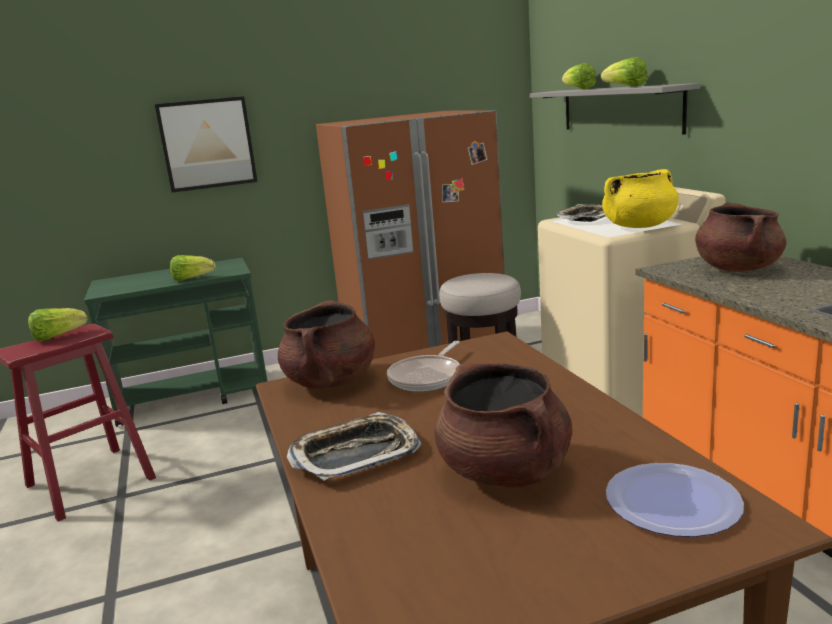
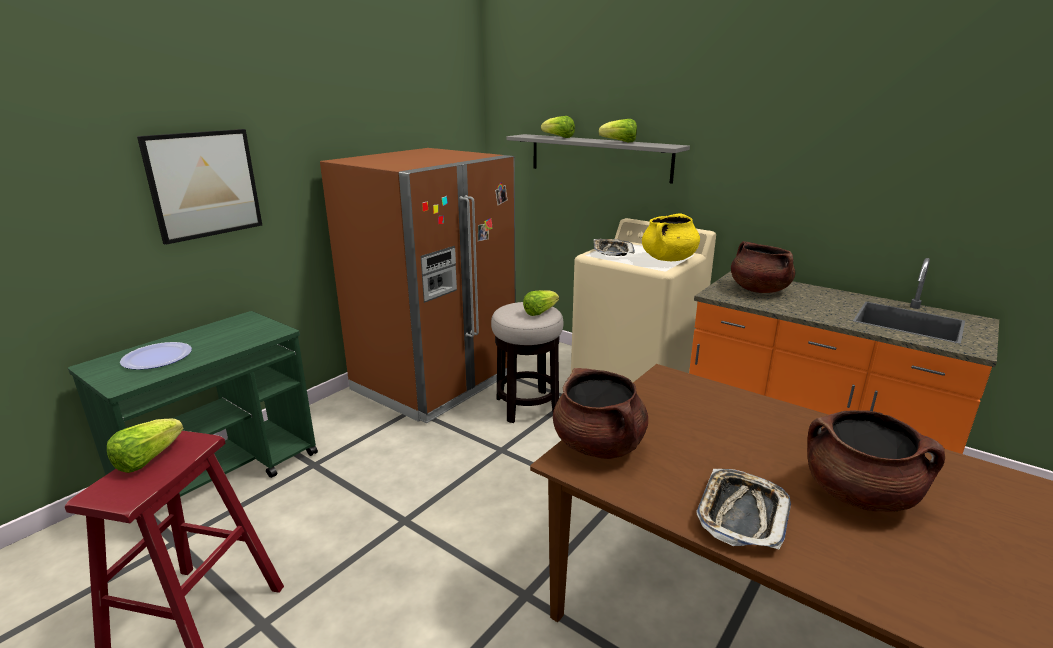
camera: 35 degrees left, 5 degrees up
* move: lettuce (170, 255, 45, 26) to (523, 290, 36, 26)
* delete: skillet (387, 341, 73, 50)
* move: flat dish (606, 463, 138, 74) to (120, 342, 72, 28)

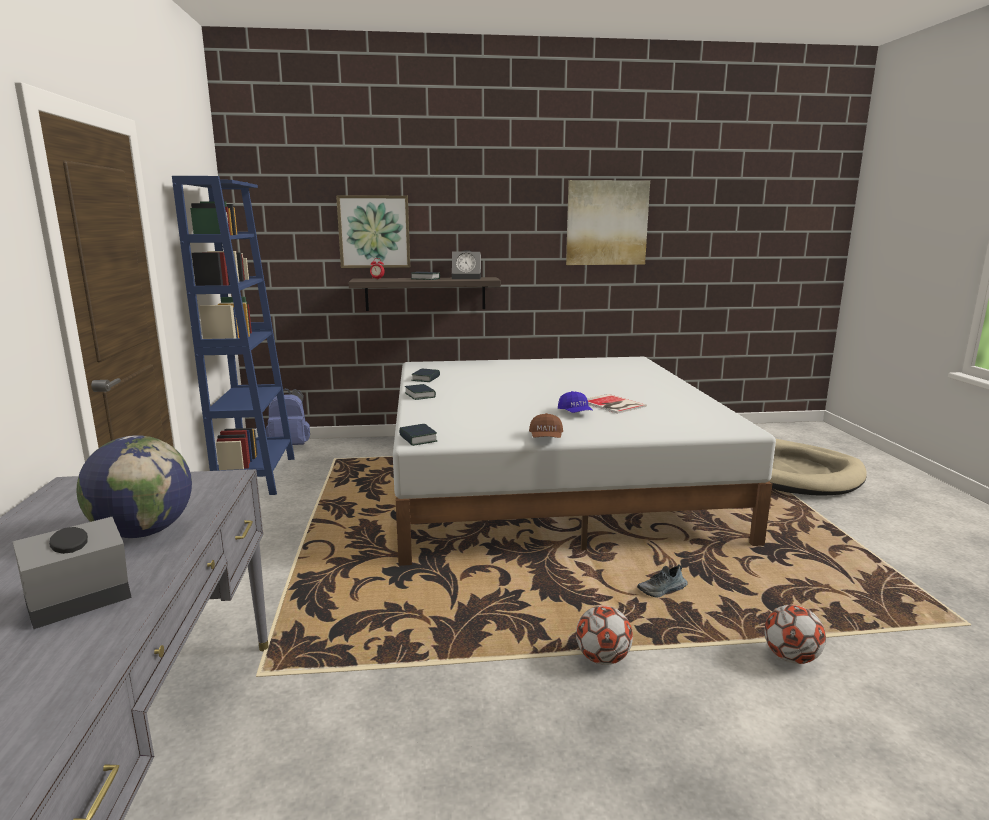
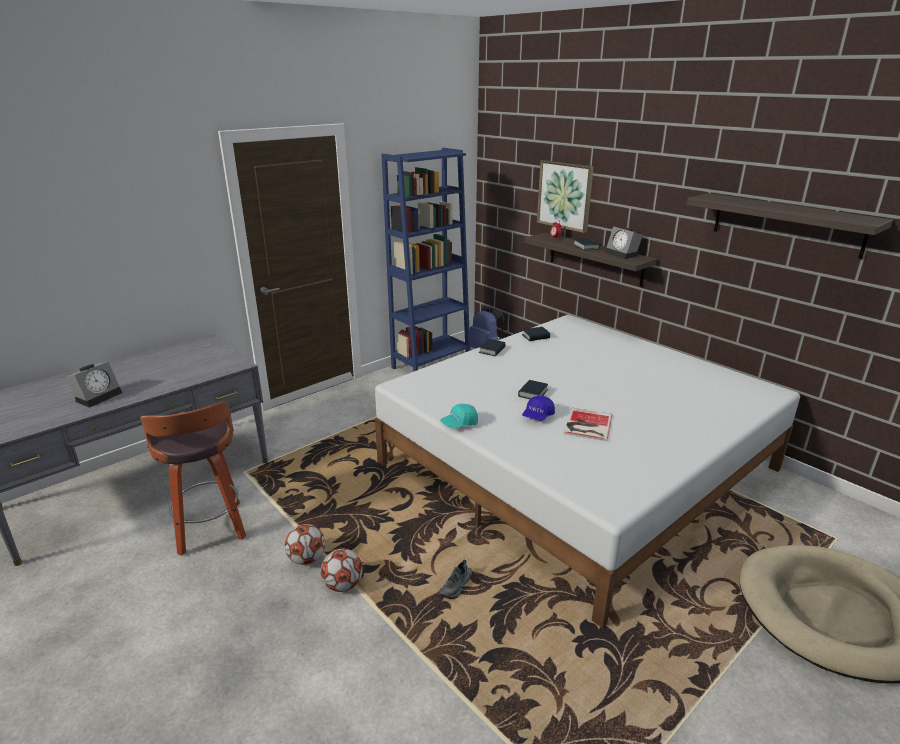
camera: 55 degrees right, 10 degrees up
* replace: wall picture (566, 180, 84, 85) to wall shelf (687, 193, 206, 66)
* recolor: peaked cap (brown-coloured) (529, 413, 34, 25) to peaked cap (turquoise) (440, 404, 38, 24)
* move: book (399, 424, 38, 22) to (518, 380, 30, 19)
* delete: world globe (76, 435, 116, 103)
* rotate: table clock (12, 517, 120, 112) = (66, 362, 56, 46) 105 degrees clockwise
* rotate: shoe (637, 564, 50, 34) = (439, 559, 33, 40) 90 degrees counterclockwise
* move: football ball (764, 605, 62, 59) to (285, 524, 40, 41)
* insert: sitting stool (140, 401, 106, 155)

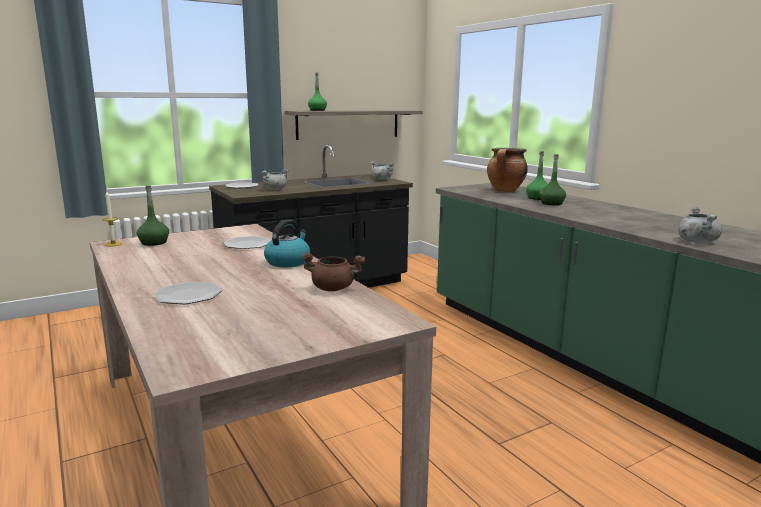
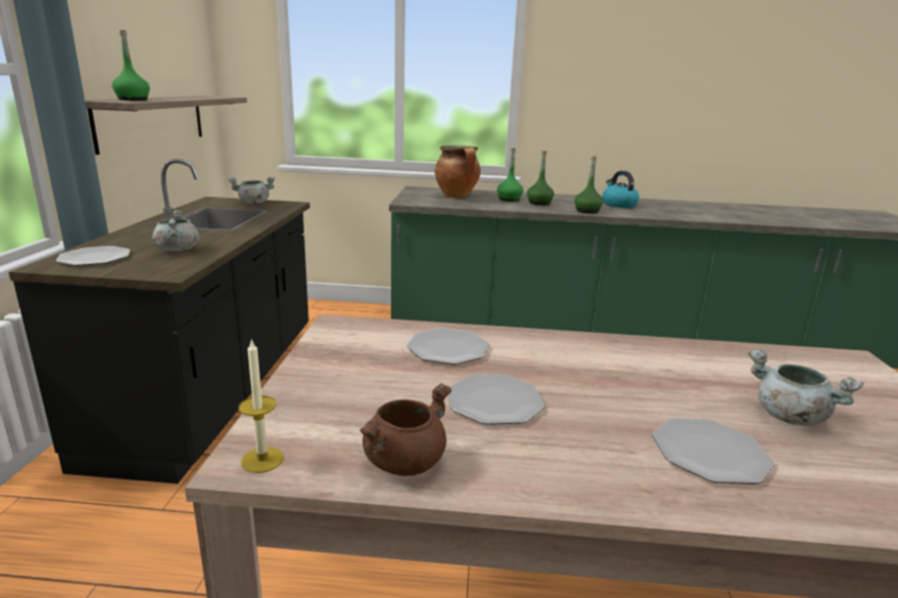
camera: 55 degrees left, 5 degrees up
* move: bottle (greenish) (137, 186, 32, 60) to (574, 156, 29, 57)
* move: stockpot (gray) (678, 207, 44, 36) to (748, 350, 116, 75)
* move: water kettle (264, 219, 46, 49) to (602, 171, 37, 37)
* move: stockpot (brown-coloured) (301, 252, 64, 39) to (360, 383, 92, 93)
* insert: flat dish (448, 374, 97, 51)

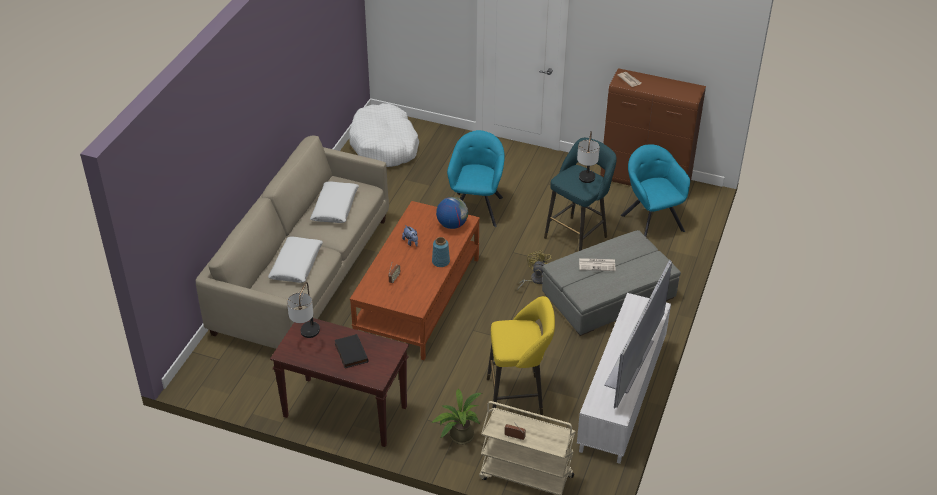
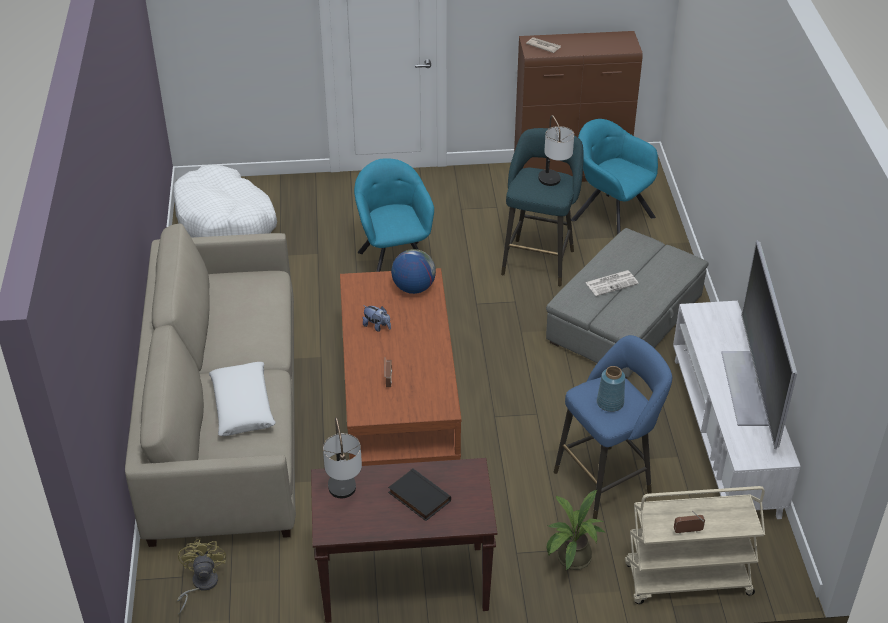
camera: 25 degrees left, 0 degrees up
* delete: throw pillow (white) (310, 181, 49, 42)
* move: decorative vase (blue) (432, 237, 18, 30) to (597, 366, 28, 46)
* move: cooling fan (yellow) (517, 250, 36, 41) to (177, 539, 49, 76)
* recolor: sitting stool (yellow) (487, 296, 68, 119) to sitting stool (blue) (554, 335, 118, 184)

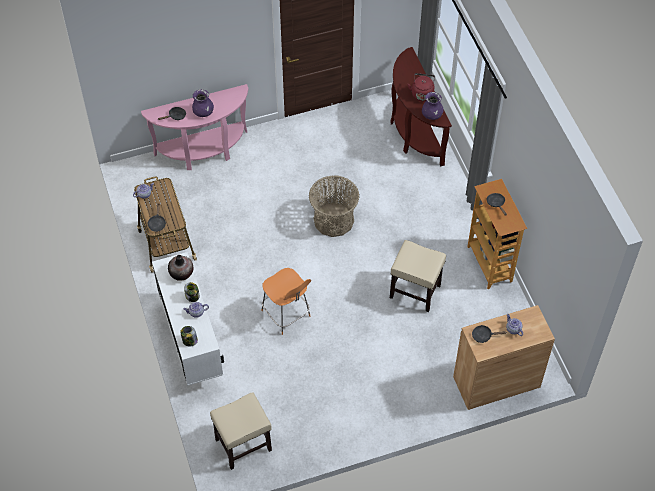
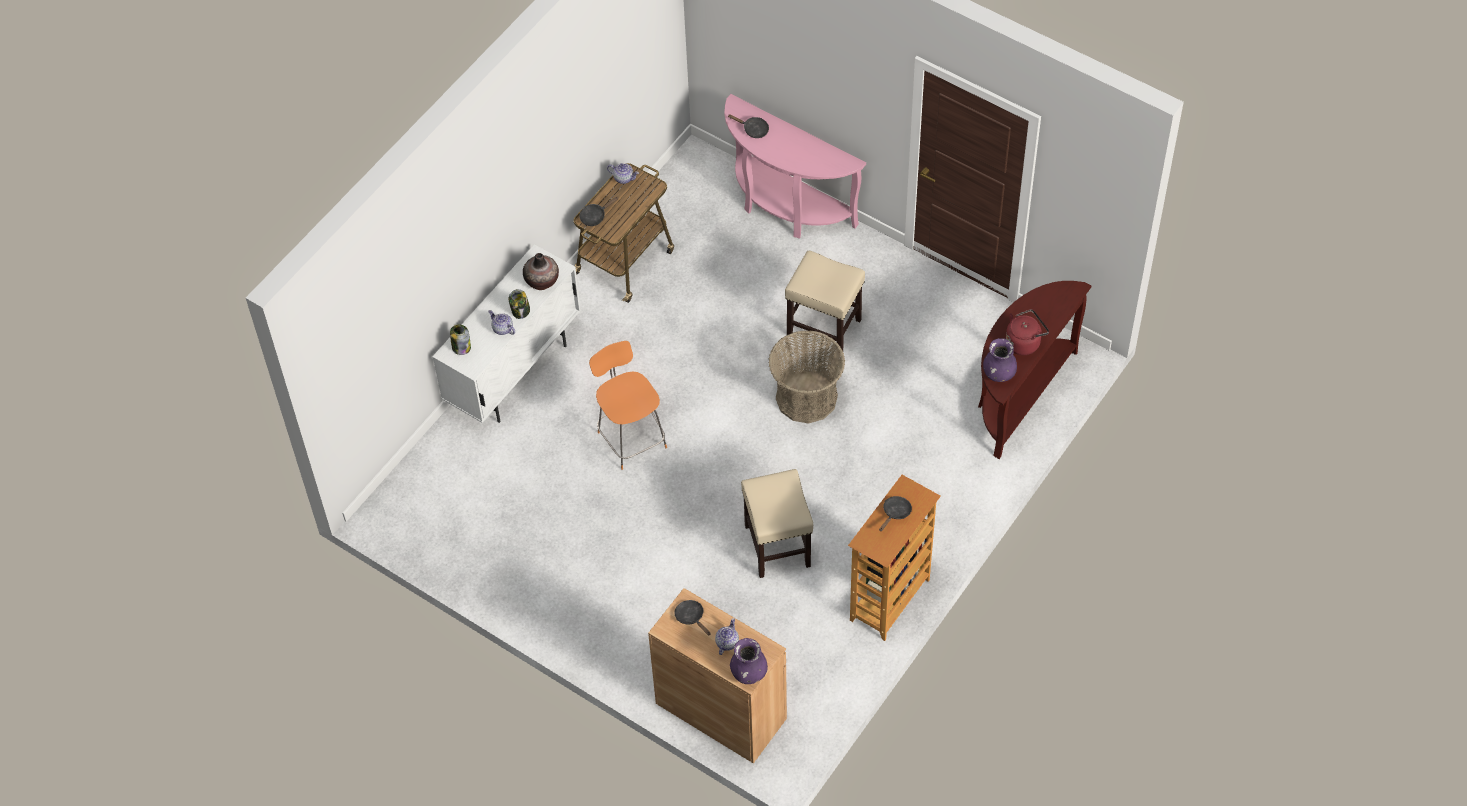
camera: 55 degrees right, 0 degrees up
* move: decorative vase (purple-coloured) (192, 89, 22, 28) to (730, 638, 38, 46)
* rotate: upright chair (orange-coloured) (261, 268, 50, 67) = (589, 341, 78, 129) 135 degrees clockwise
* move: sitting stool (beige-coloured) (210, 392, 62, 78) to (785, 251, 80, 100)

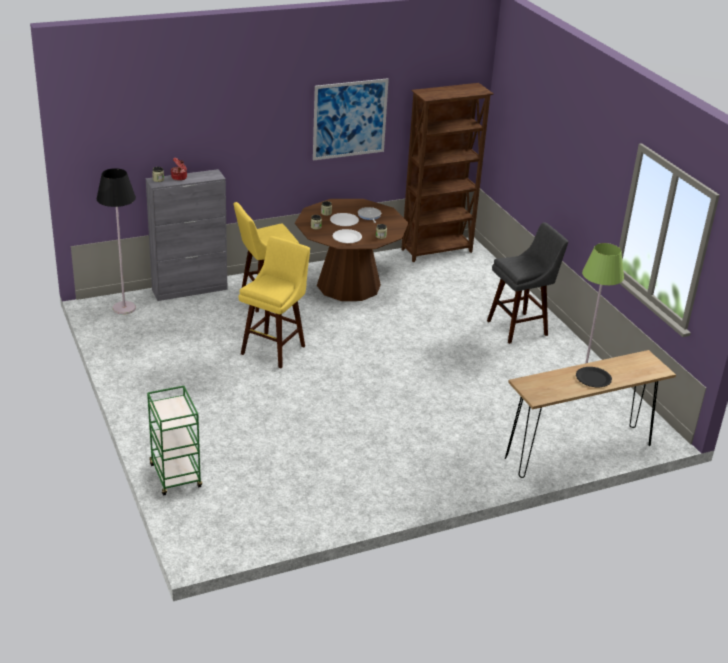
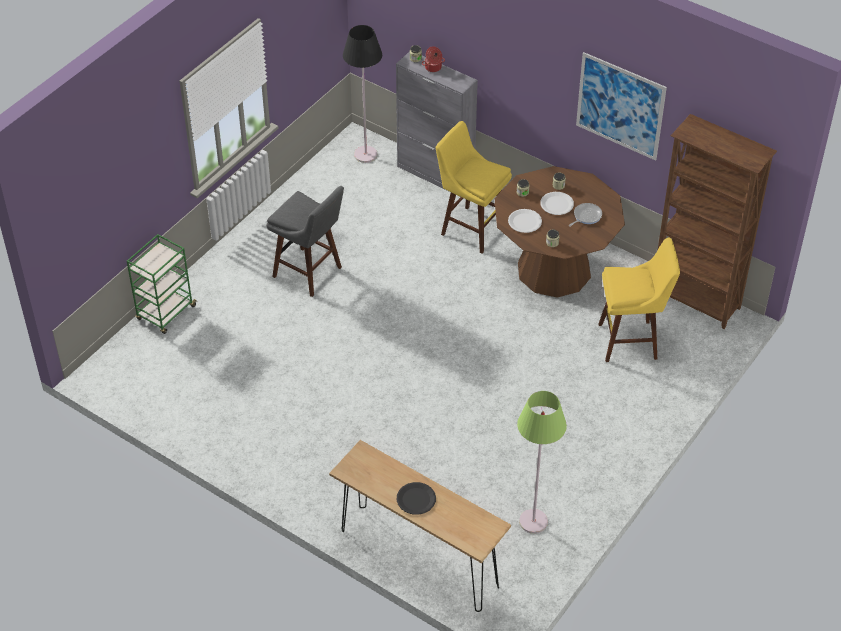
camera: 60 degrees right, 15 degrees up
* move: sitting stool (gray) (487, 222, 81, 122) to (266, 186, 78, 111)
* move: sitting stool (yellow) (238, 236, 72, 132) to (598, 238, 82, 124)

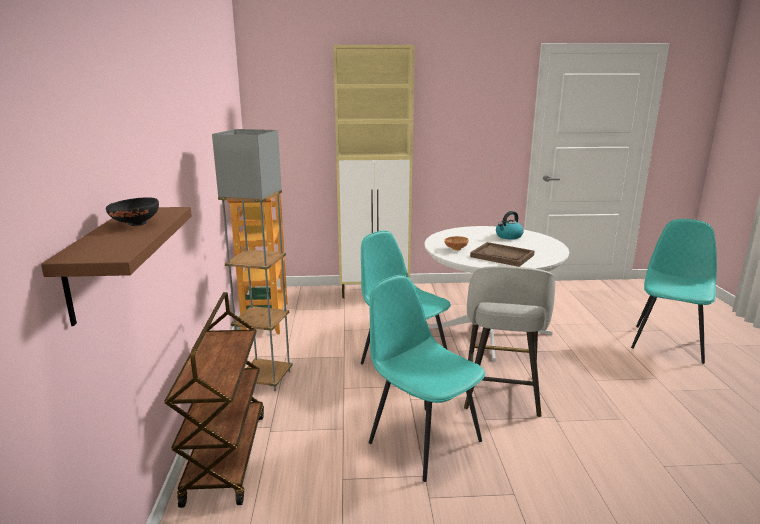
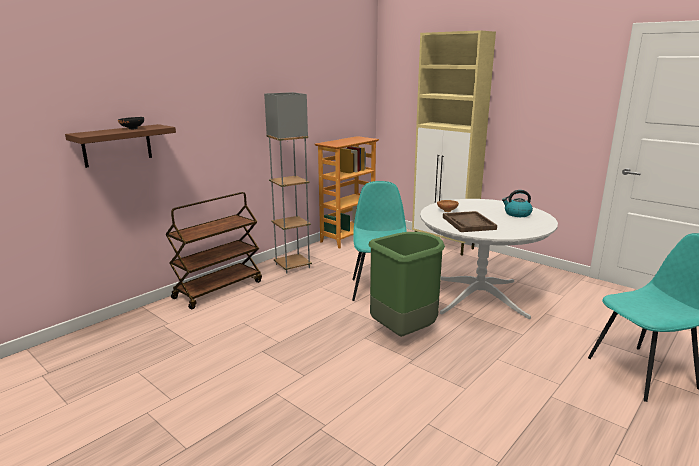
camera: 45 degrees right, 0 degrees up
* replace: sitting stool (gray) (464, 266, 91, 151) to rubbish bin (greenish) (369, 232, 76, 105)
* delete: upright chair (turquoise) (369, 275, 116, 207)

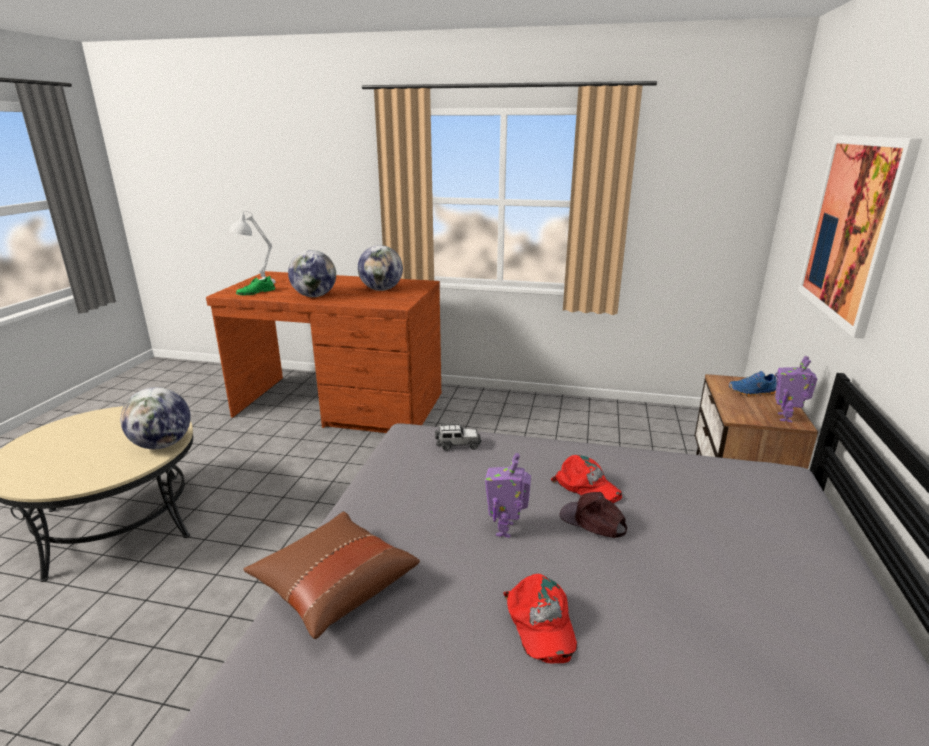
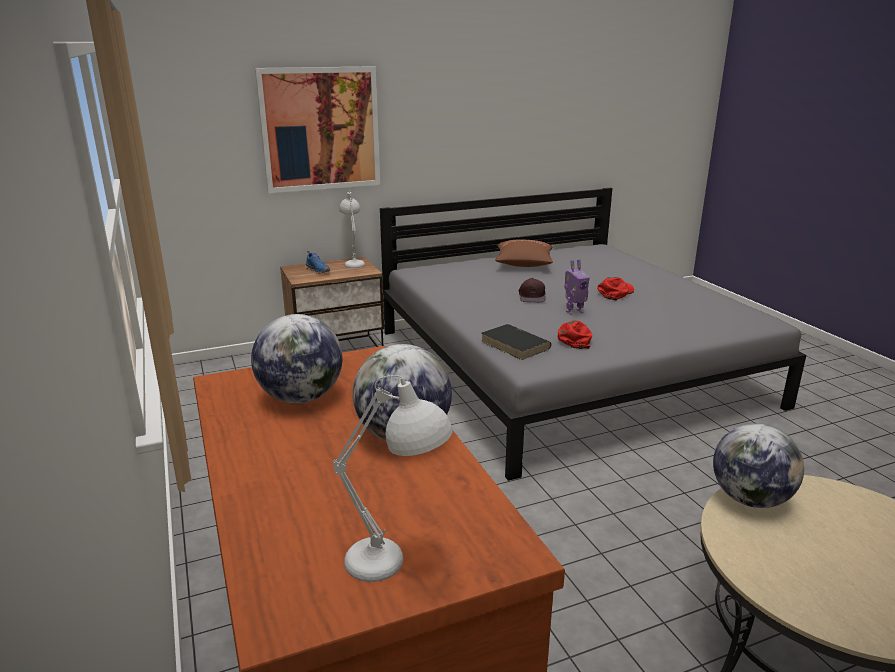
camera: 125 degrees left, 0 degrees up
* delete: shoe (greenish) (236, 276, 39, 19)
* replace: robot figure (775, 356, 42, 66) to lamp for a table (white) (339, 190, 26, 78)
* replace: miniature car (435, 424, 46, 27) to book (black) (481, 324, 70, 36)
* move: peaked cap (reddish) (551, 455, 71, 48) to (557, 320, 35, 29)
* move: throw pillow (brown-coloured) (243, 512, 177, 127) to (495, 240, 58, 27)

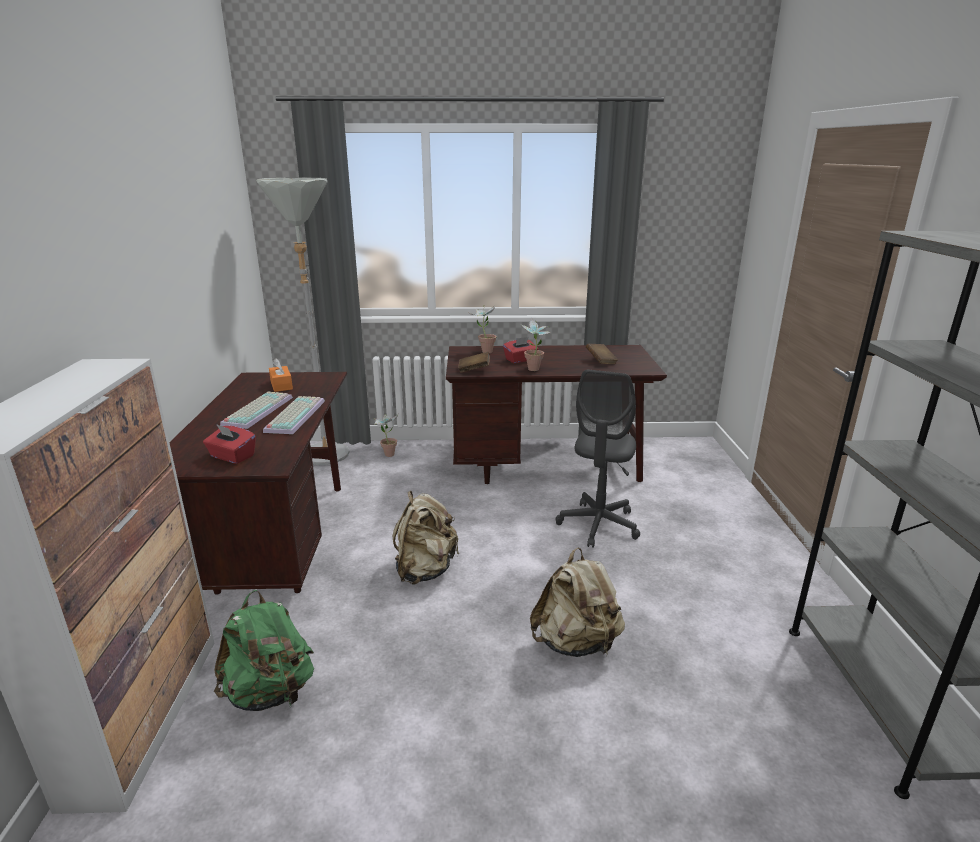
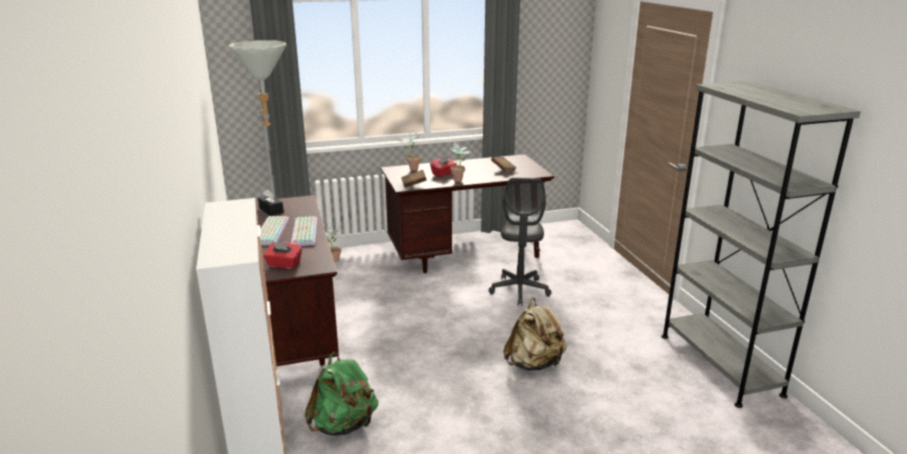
camera: 15 degrees left, 0 degrees up
* recolor: box of tissues (orange-coloured) (269, 358, 24, 34) to box of tissues (black) (258, 189, 26, 27)
* delete: backpack (beige-coloured) (393, 491, 66, 94)

